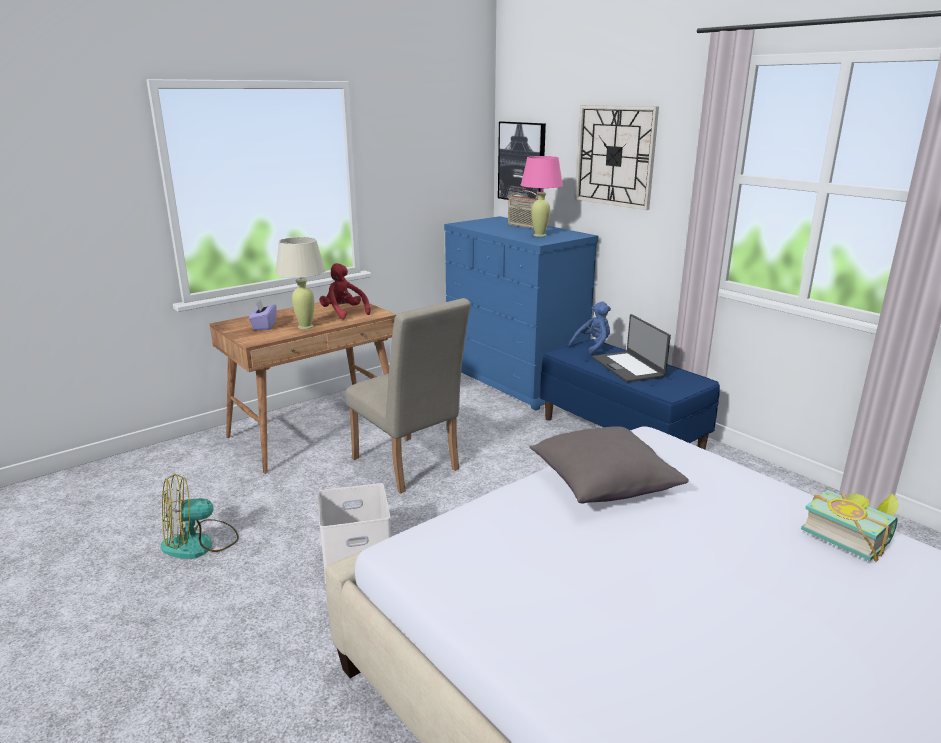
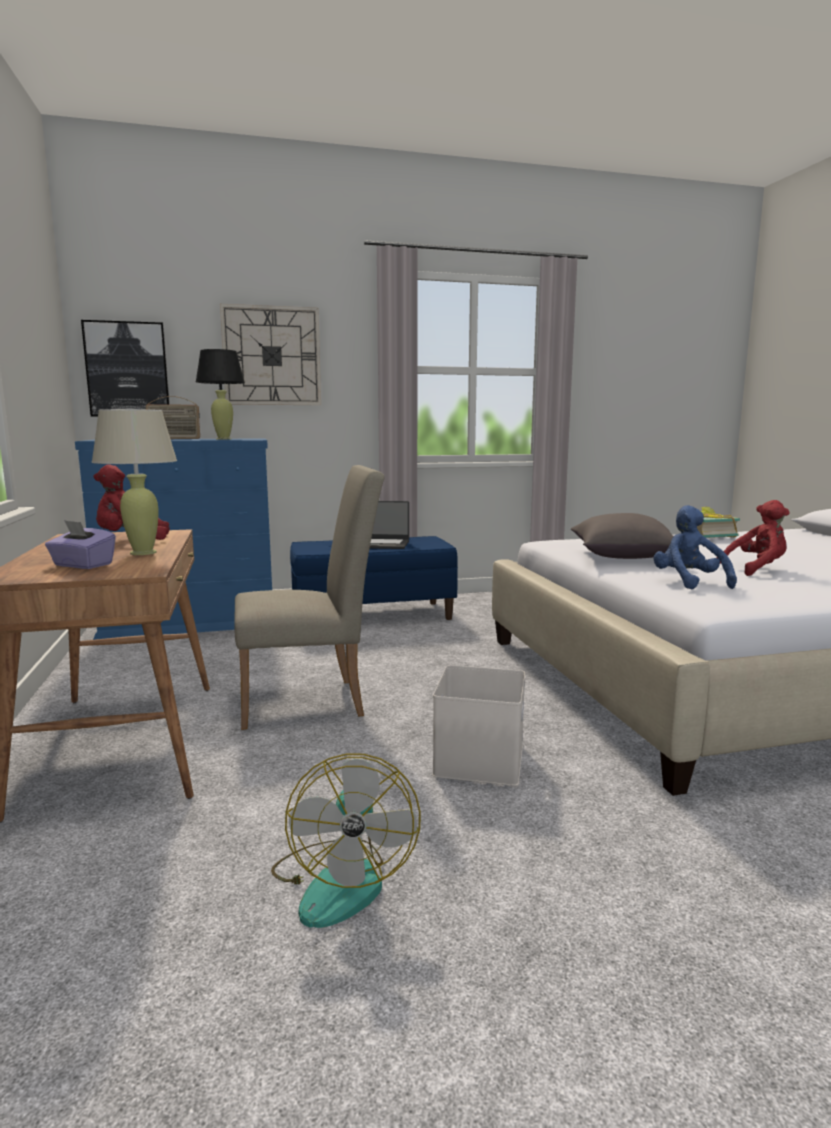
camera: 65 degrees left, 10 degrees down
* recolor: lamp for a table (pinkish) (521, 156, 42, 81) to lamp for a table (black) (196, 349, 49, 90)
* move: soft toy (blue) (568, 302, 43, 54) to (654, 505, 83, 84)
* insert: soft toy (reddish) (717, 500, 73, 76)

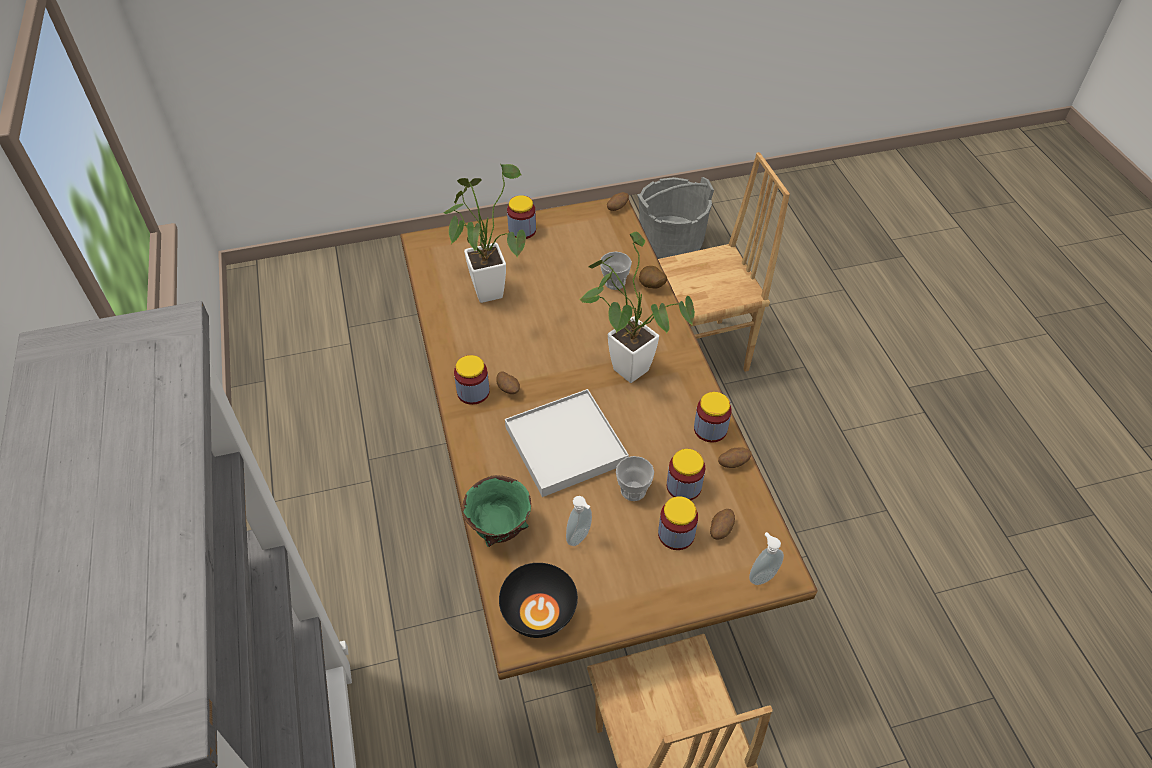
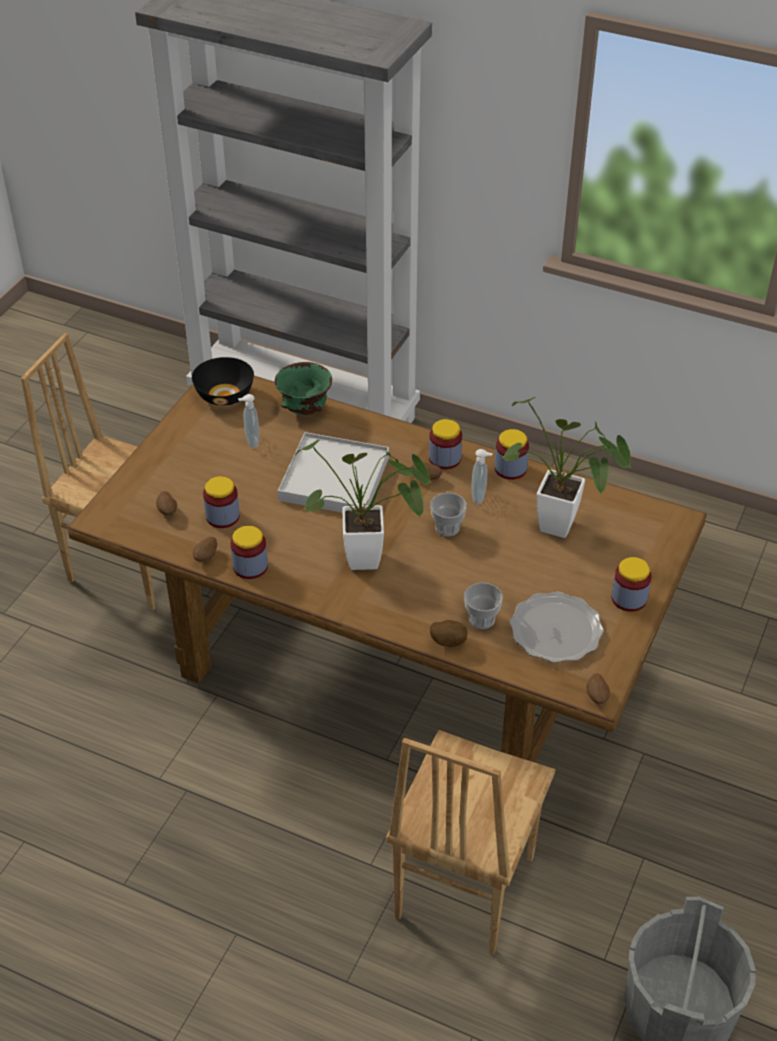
camera: 130 degrees right, 5 degrees down
* move: cup (616, 456, 38, 45) to (430, 493, 37, 43)
* move: storage jar (658, 496, 40, 54) to (495, 429, 34, 51)
* move: liquid soap bottle (749, 532, 35, 53) to (471, 449, 22, 55)
* insert: flat dish (510, 592, 94, 71)

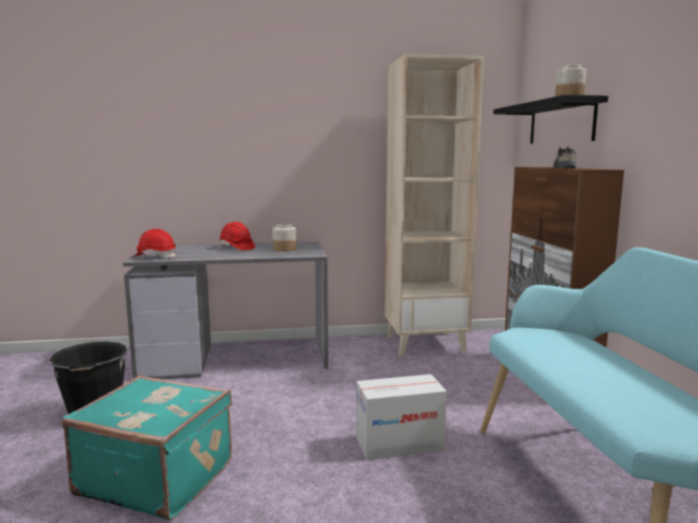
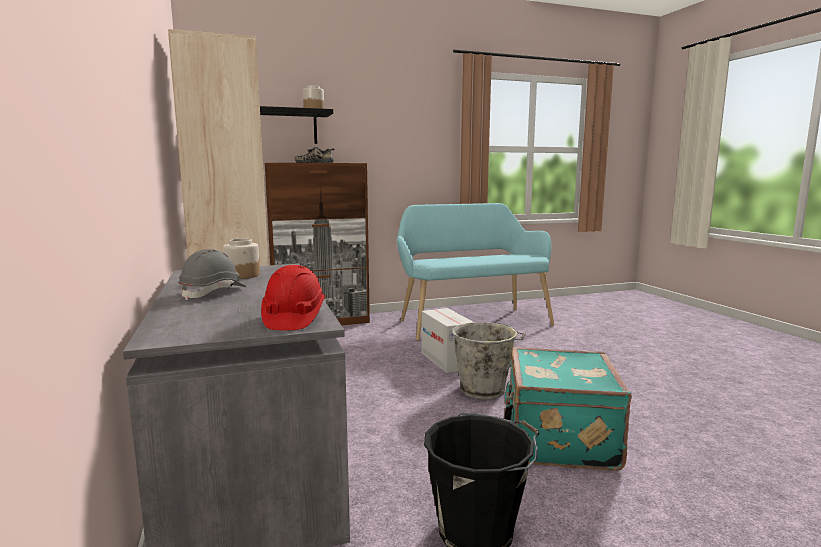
camera: 100 degrees left, 0 degrees up
* recolor: hard hat (reddish) (219, 222, 36, 28) to hard hat (gray) (178, 249, 68, 51)
* insert: pail (gray) (452, 322, 74, 77)

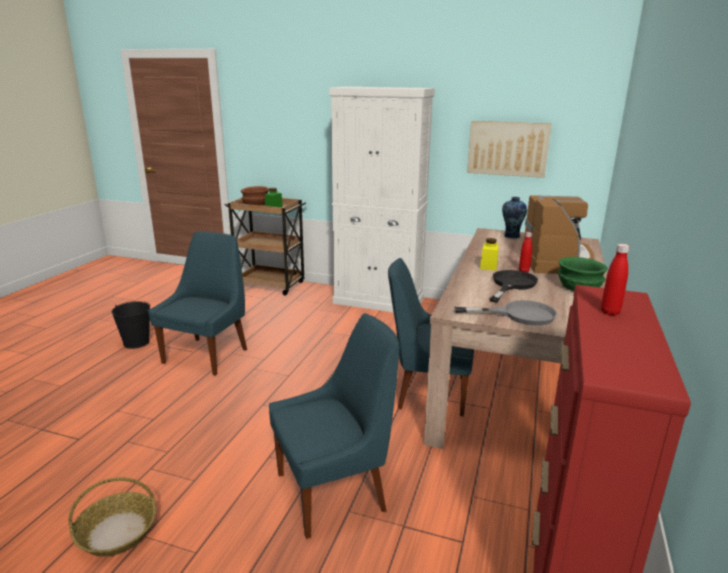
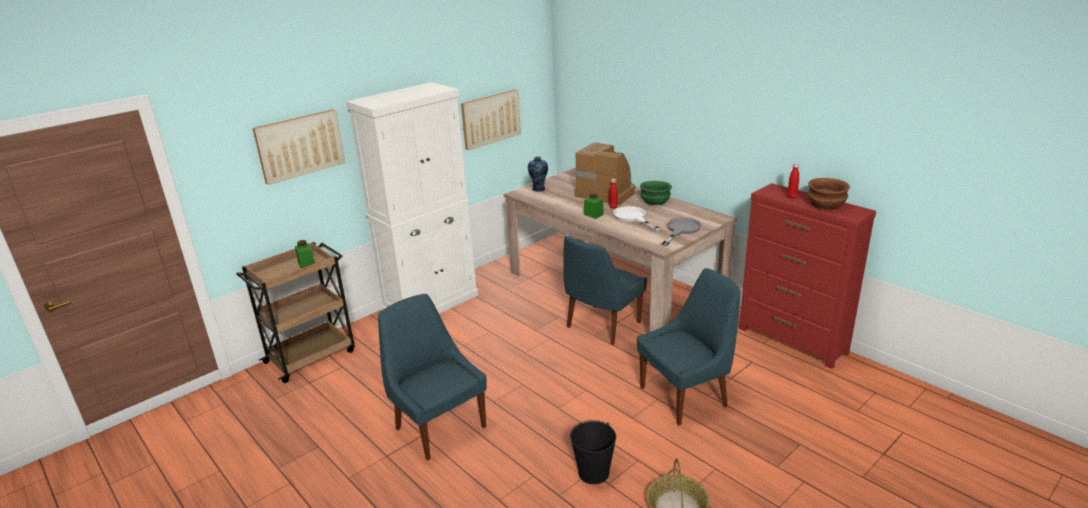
camera: 60 degrees left, 5 degrees up
* move: deep dish (brown-coloured) (241, 186, 28, 20) to (808, 178, 42, 32)
* recolor: storage jar (yellow) (480, 238, 19, 33) to storage jar (greenish) (584, 193, 20, 26)
* recolor: skillet (black) (490, 270, 48, 33) to skillet (white) (613, 206, 48, 26)
* move: pail (black) (112, 301, 38, 48) to (570, 420, 46, 64)
* rotate: upright chair (blue) (269, 313, 131, 226) = (637, 268, 104, 158) 60 degrees clockwise
* insert: wall picture (253, 109, 92, 76)

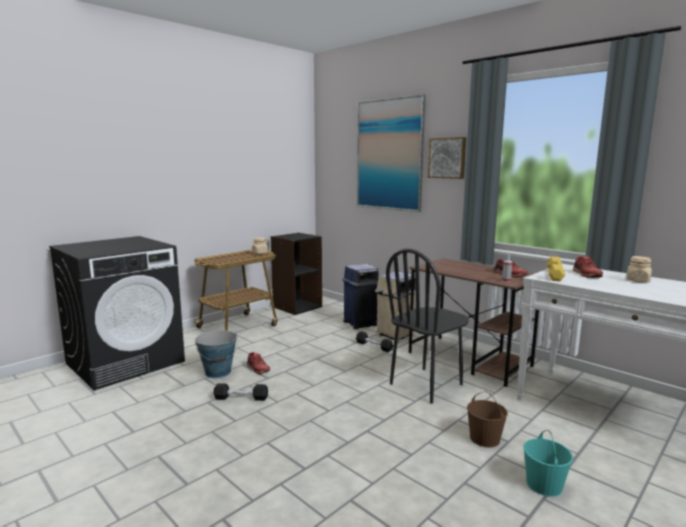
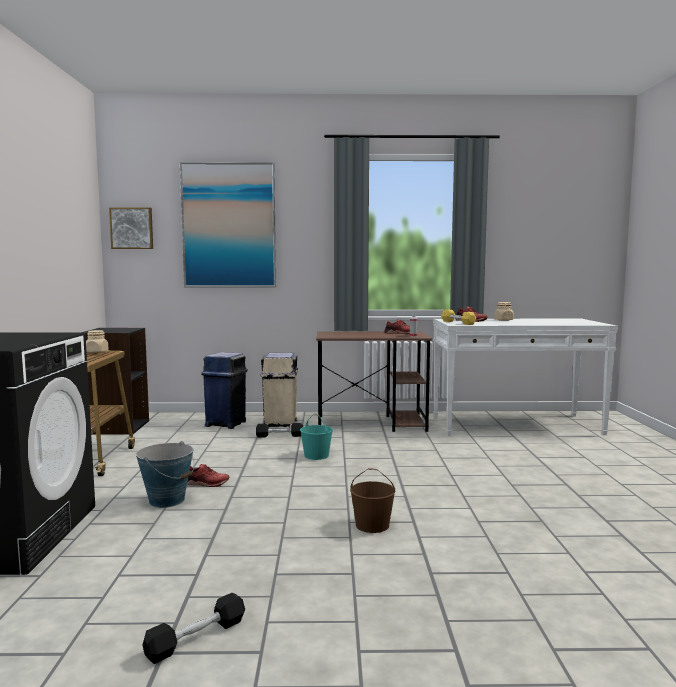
camera: 45 degrees left, 5 degrees down
* move: wall picture (428, 137, 38, 42) to (109, 207, 44, 42)
* delete: upright chair (black) (386, 249, 83, 155)
* move: dumbbell (black) (213, 383, 55, 18) to (143, 593, 102, 71)
* move: pail (brown-coloured) (467, 391, 41, 56) to (350, 468, 46, 65)
* move: pail (turquoise) (523, 430, 50, 67) to (300, 414, 33, 46)

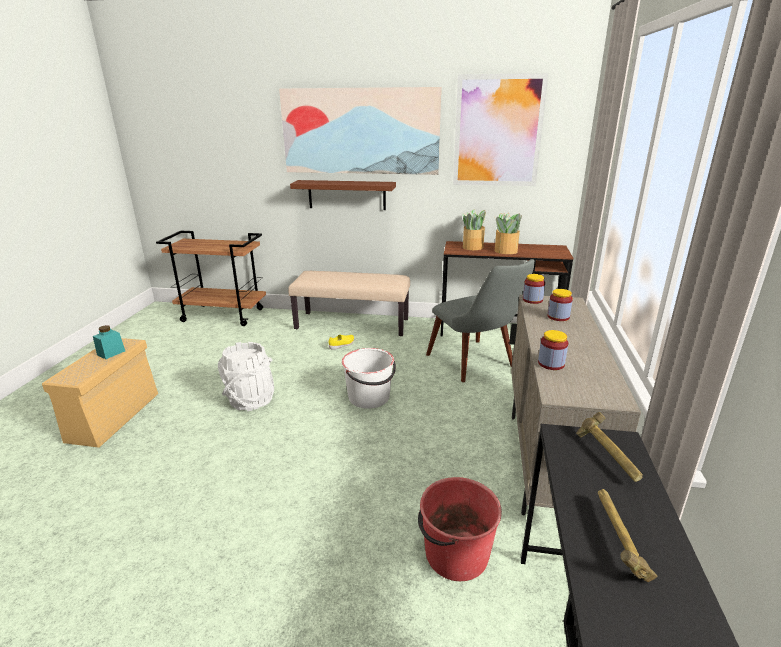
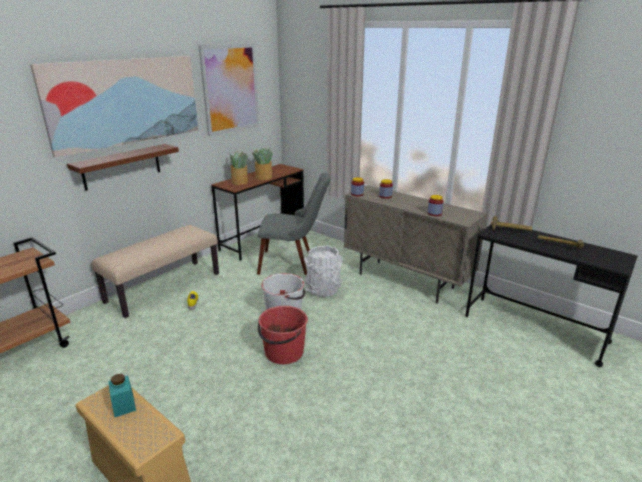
camera: 60 degrees left, 0 degrees up
* move: pail (white) (218, 342, 56, 69) to (304, 245, 39, 52)
* move: pail (reddish) (418, 477, 84, 104) to (258, 306, 50, 58)

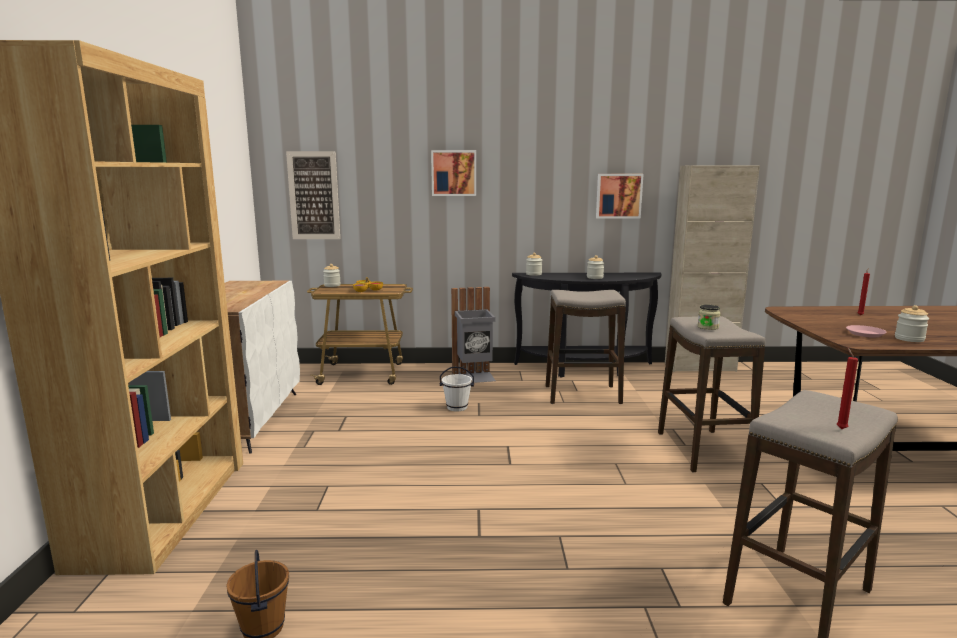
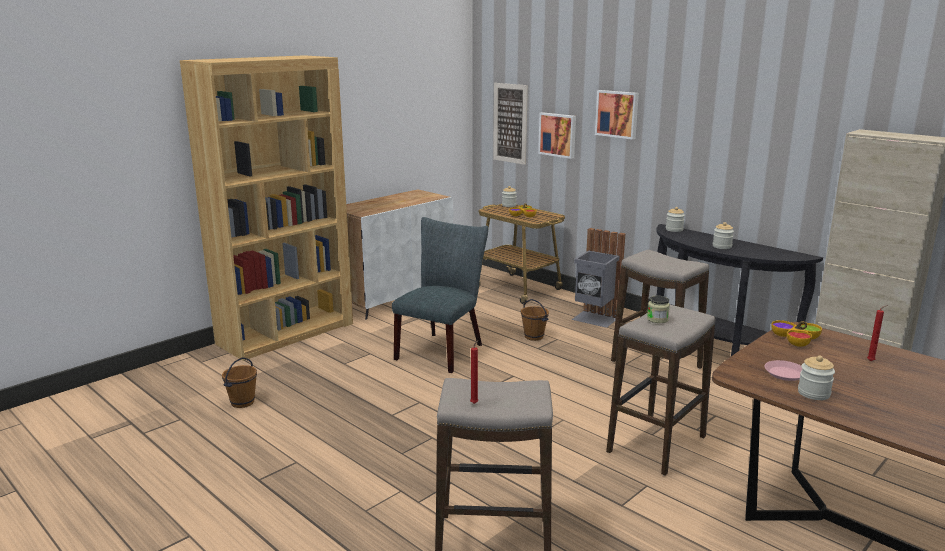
camera: 45 degrees right, 5 degrees up
* move: wall picture (596, 174, 48, 44) to (538, 112, 38, 47)
* recolor: pail (white) (440, 367, 34, 45) to pail (brown-coloured) (521, 299, 28, 42)
* insert: upright chair (gray) (392, 217, 96, 156)
* insert: deep dish (771, 320, 51, 27)

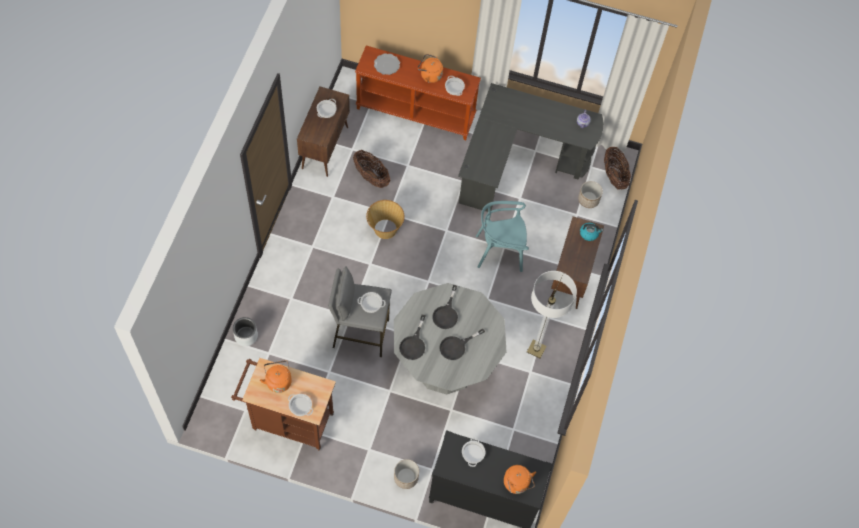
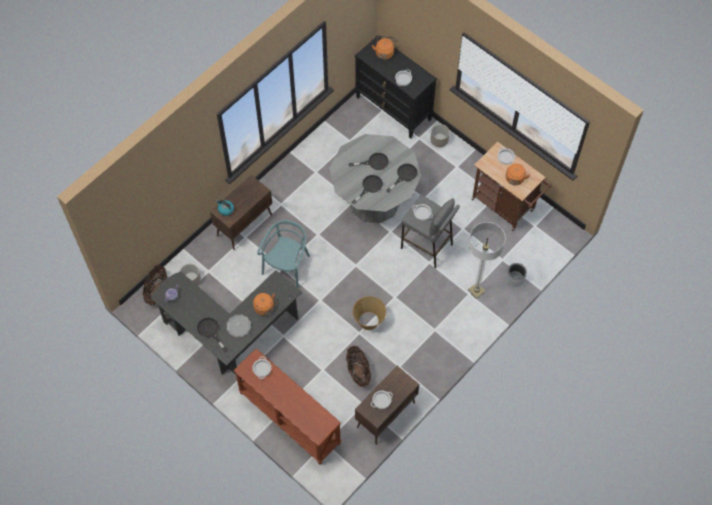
camera: 150 degrees left, 0 degrees up
* move: flat dish (374, 53, 26, 22) to (227, 314, 24, 23)
* move: water kettle (orange-coloured) (418, 54, 25, 29) to (253, 293, 24, 22)
* rotate: upright chair (turquoise) (476, 201, 53, 71) = (257, 220, 53, 68) 90 degrees counterclockwise
* move: floor lamp (527, 271, 50, 88) to (468, 222, 37, 76)
* insert: skillet (black) (197, 318, 30, 34)

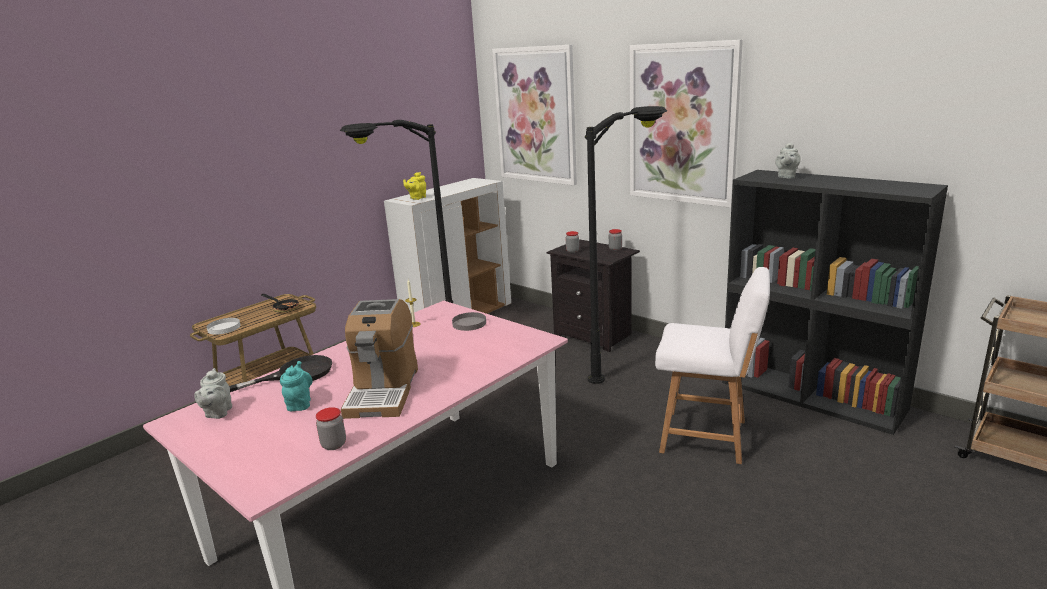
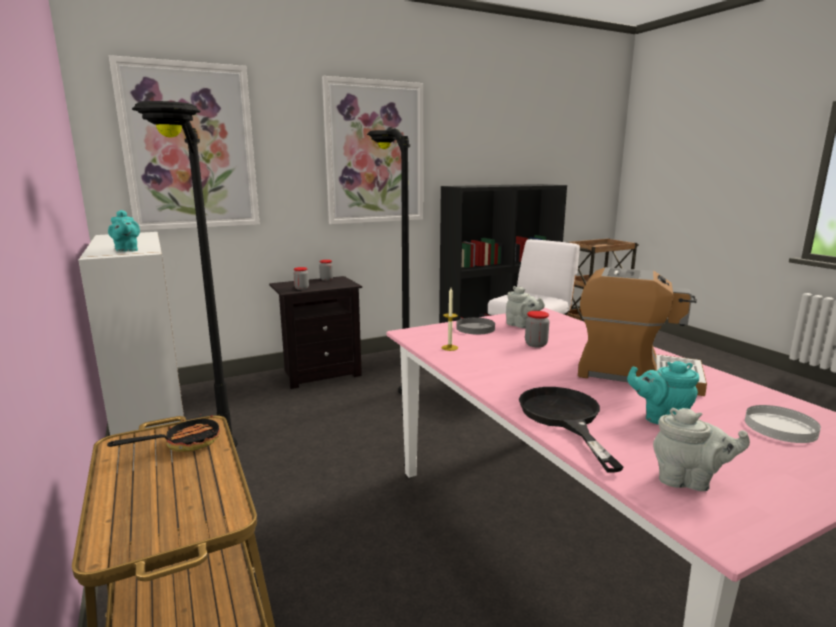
camera: 70 degrees left, 5 degrees down
* move: pot for tea (gray) (775, 142, 26, 37) to (506, 286, 39, 42)
* recolor: pot for tea (yellow) (403, 172, 23, 28) to pot for tea (turquoise) (108, 210, 32, 42)
* move: flat dish (white) (207, 318, 34, 17) to (745, 405, 76, 38)
* move: storage jar (316, 407, 30, 43) to (525, 311, 25, 36)

